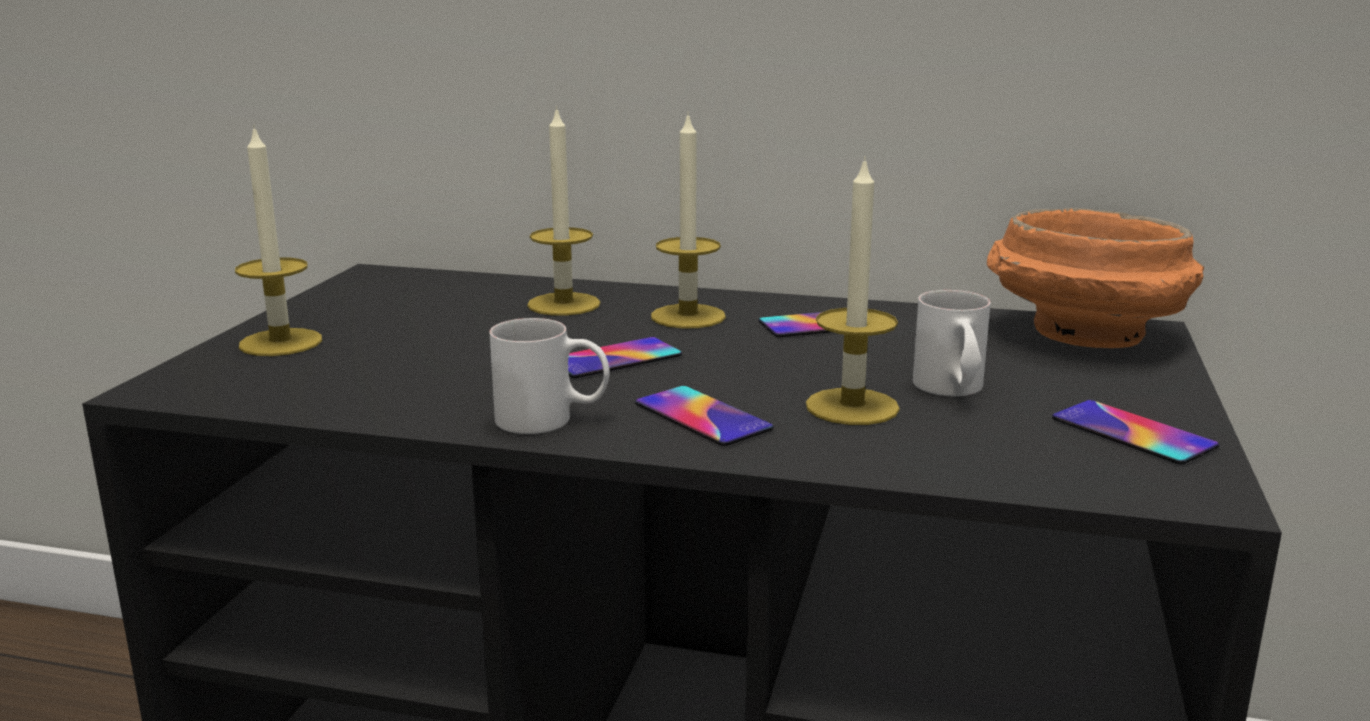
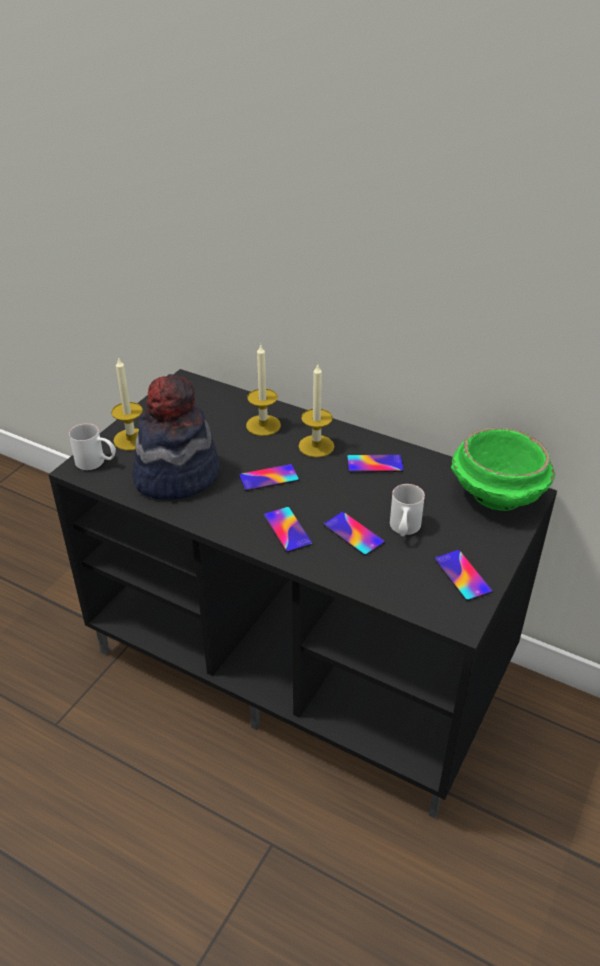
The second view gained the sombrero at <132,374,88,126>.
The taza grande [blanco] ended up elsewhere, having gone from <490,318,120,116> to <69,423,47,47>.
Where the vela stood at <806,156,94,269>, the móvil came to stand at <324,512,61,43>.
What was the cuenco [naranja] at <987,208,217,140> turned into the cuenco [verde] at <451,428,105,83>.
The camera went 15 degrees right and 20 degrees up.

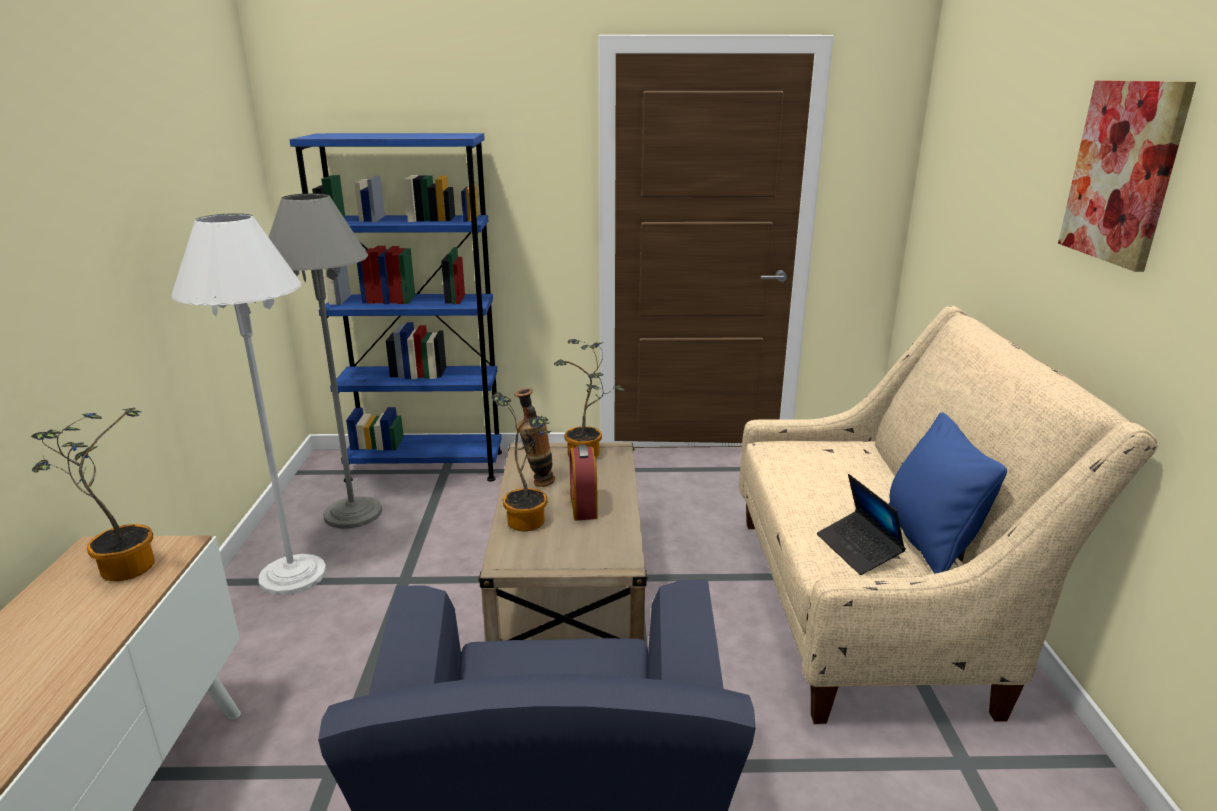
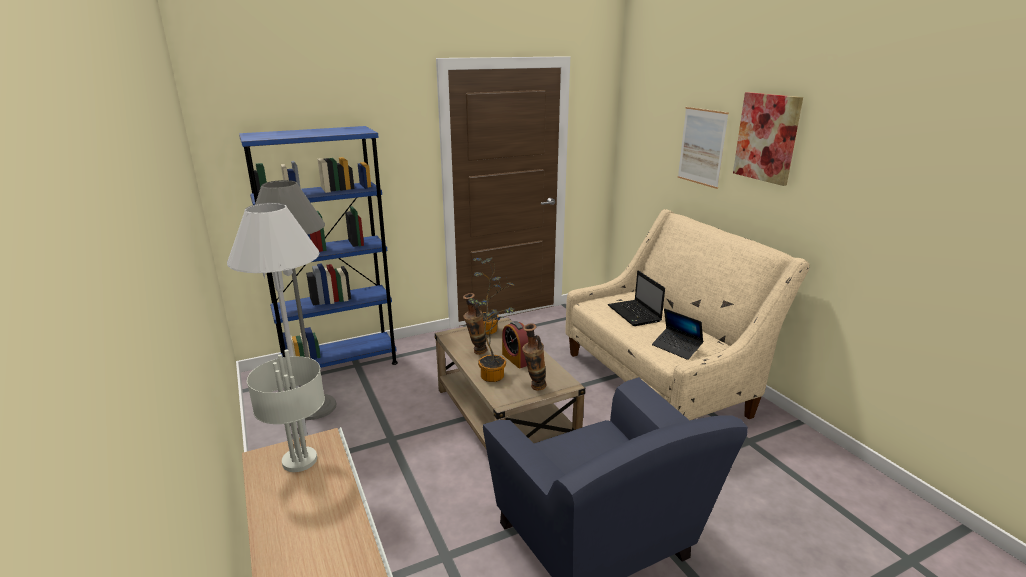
The second view lost the cojín [azul] at <889,412,118,162>.
The second view gained the florero at <522,324,24,67>.
The second view gained the portátil at <608,270,57,56>.
The second view gained the cuadro at <678,107,51,82>.
Where the planta en maceta stood at <31,408,124,173>, the lámpara de mesa [gris] came to stand at <247,350,78,122>.
The camera went 25 degrees left and 0 degrees up.

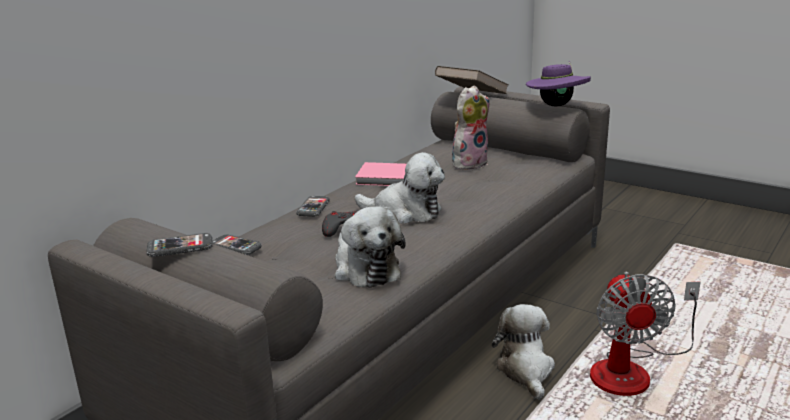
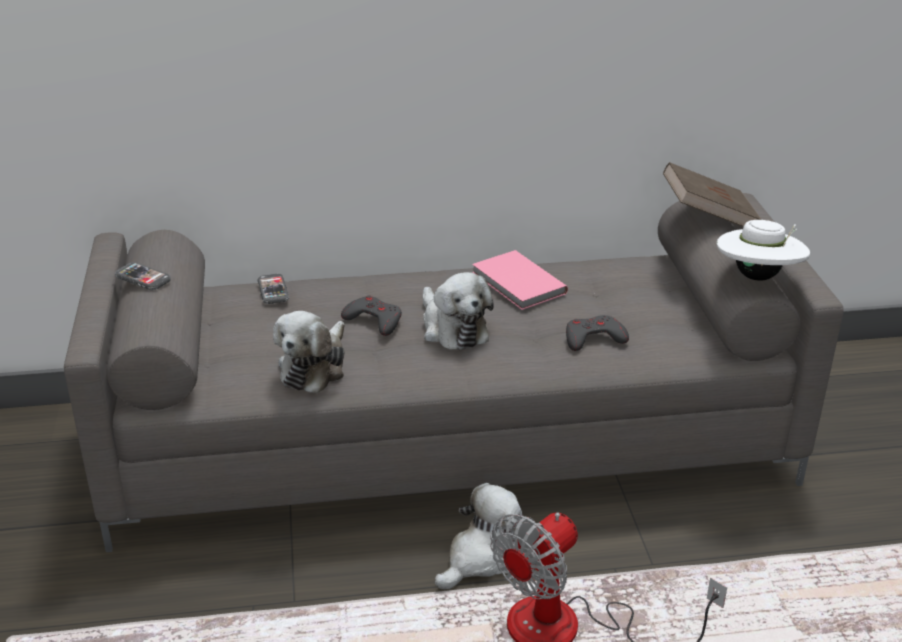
The second view lost the móvil at <296,196,34,21>.
The second view lost the peluche at <452,86,38,84>.
The second view gained the mando de consola [gris] at <566,315,63,36>.
What was the sombrero [morado] at <526,61,65,46> turned into the sombrero [blanco] at <717,220,93,61>.
The camera went 45 degrees right and 10 degrees up.

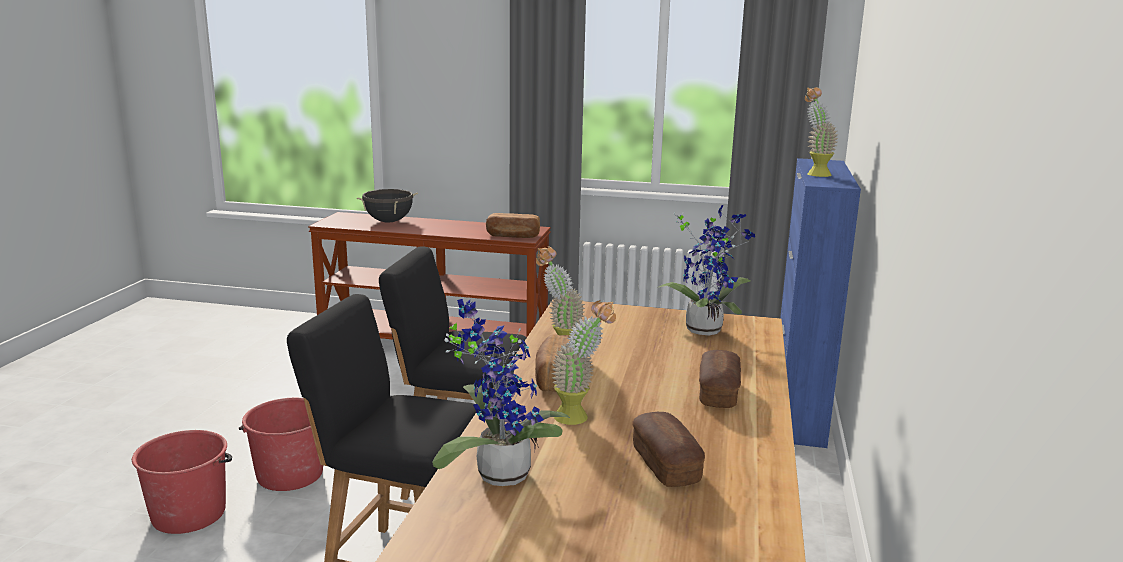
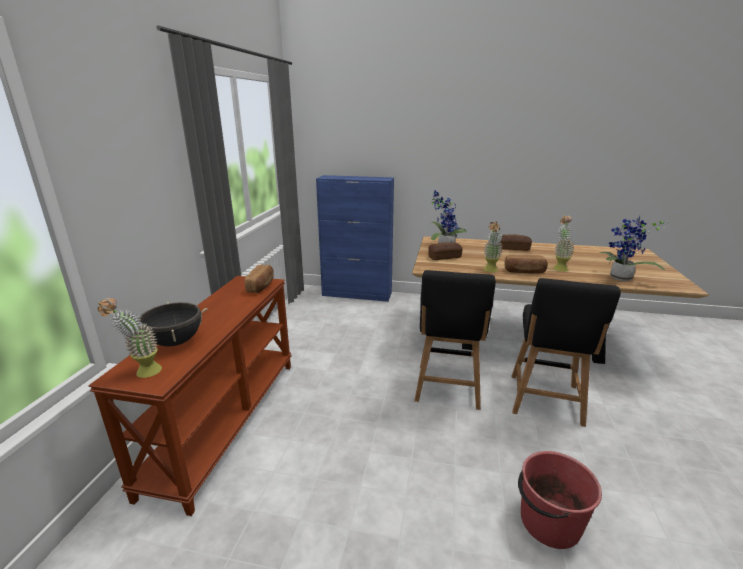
The second view lost the cubo [rojo] at <239,398,84,93>.
The pan ended up elsewhere, having gone from <632,412,73,75> to <428,242,35,18>.
The planta en maceta ended up elsewhere, having gone from <805,87,33,90> to <98,298,64,80>.
The camera went 90 degrees left and 5 degrees up.

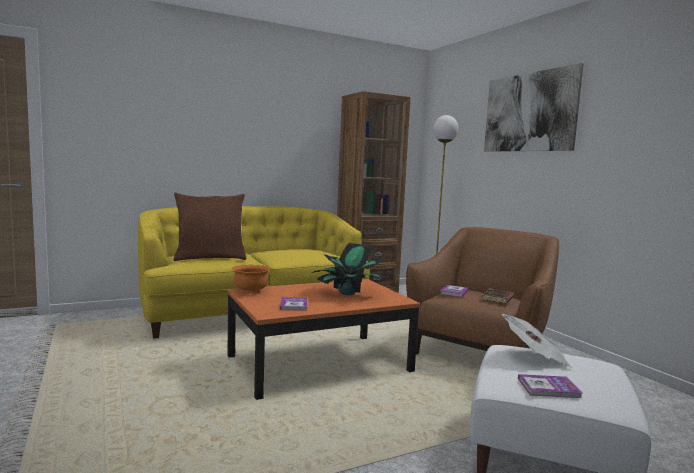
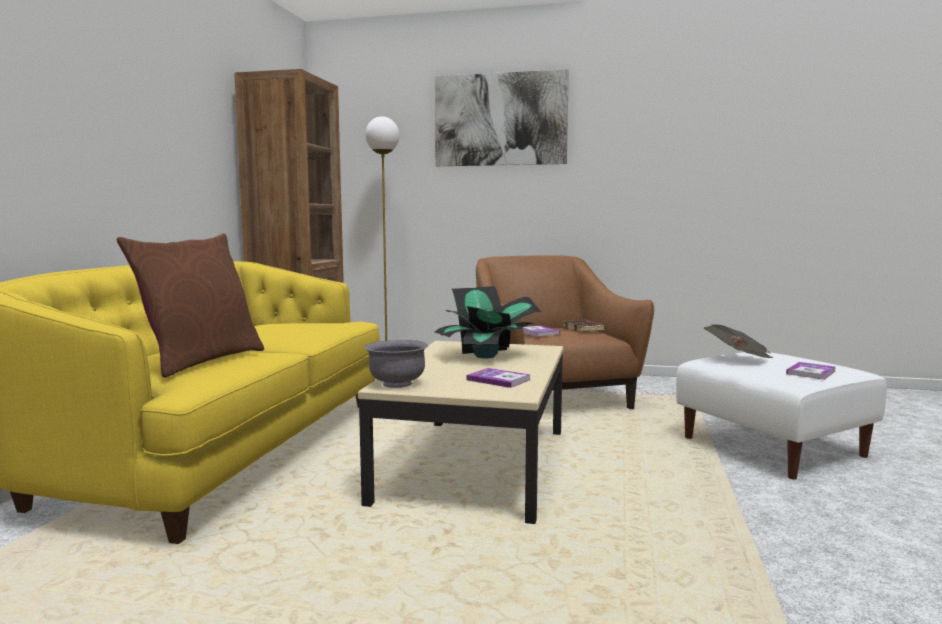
What was the mesa de centro [naranja] at <227,279,193,121> turned into the mesa de centro [beis] at <358,341,205,183>.
What was the cuenco [naranja] at <232,265,38,29> turned into the cuenco [gris] at <364,340,65,48>.
The camera went 50 degrees left and 0 degrees up.

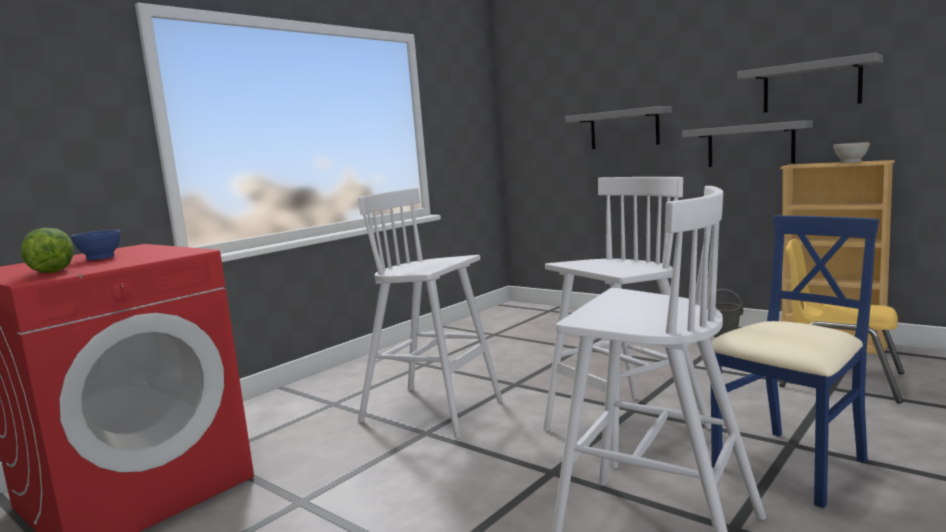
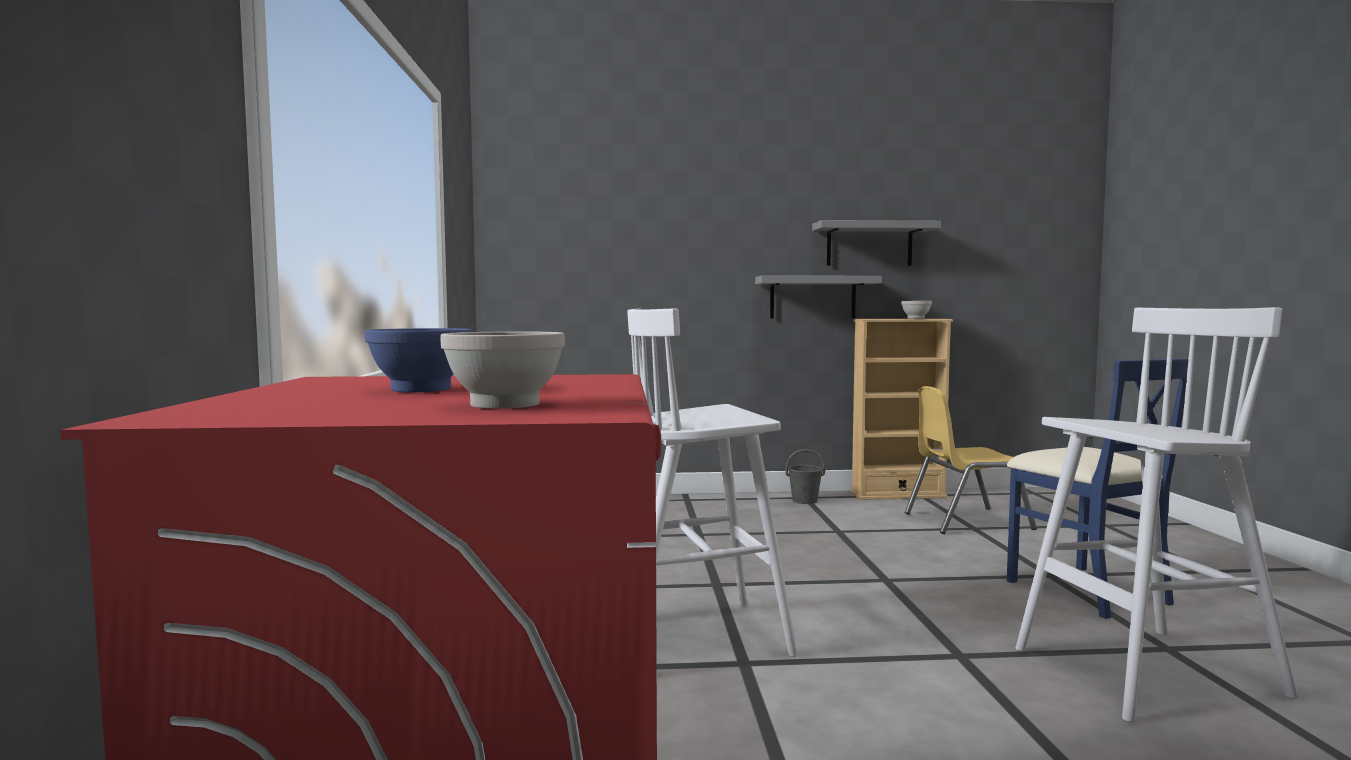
The second view lost the taburete [blanco] at <543,177,168,292>.
The second view lost the estante [gris] at <565,106,107,43>.
Where the lechuga stood at <21,228,53,45>, the cuenco [blanco] came to stand at <440,331,125,78>.
The silla [azul] at <711,215,168,293> ended up facing another way, 150 degrees clockwise from before.
The camera went 45 degrees left and 5 degrees down.

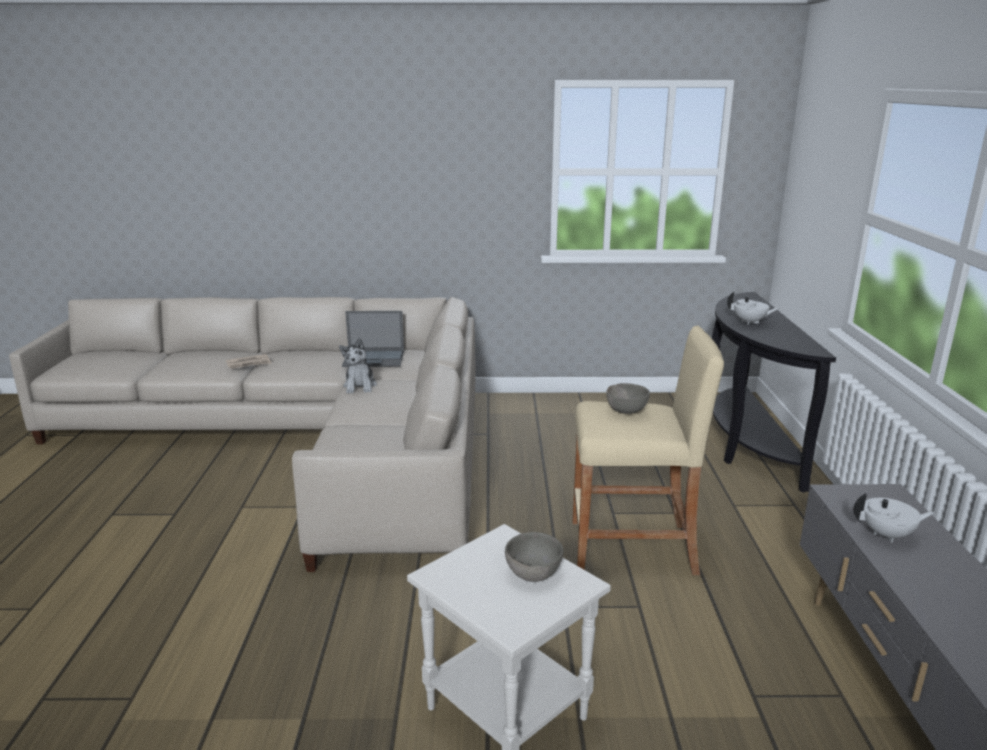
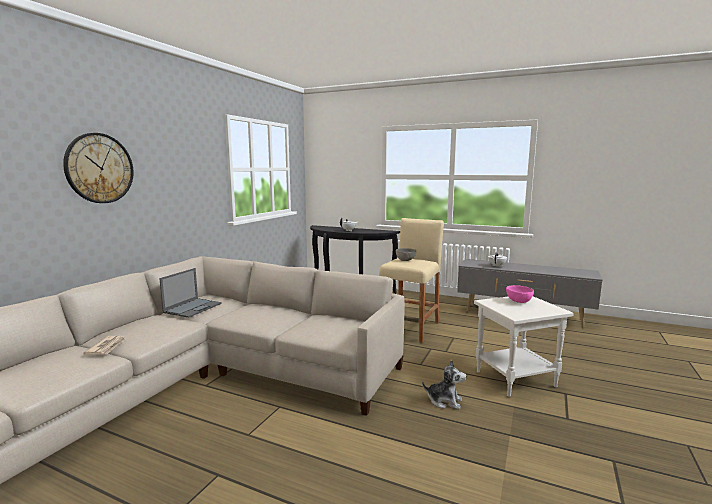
The second view gained the reloj de pared at <63,133,70,70>.
The peluche ended up elsewhere, having gone from <339,338,38,56> to <422,360,45,49>.
What was the cuenco [gris] at <505,532,58,50> turned into the cuenco [rosa] at <506,285,28,18>.
The camera went 65 degrees left and 10 degrees down.

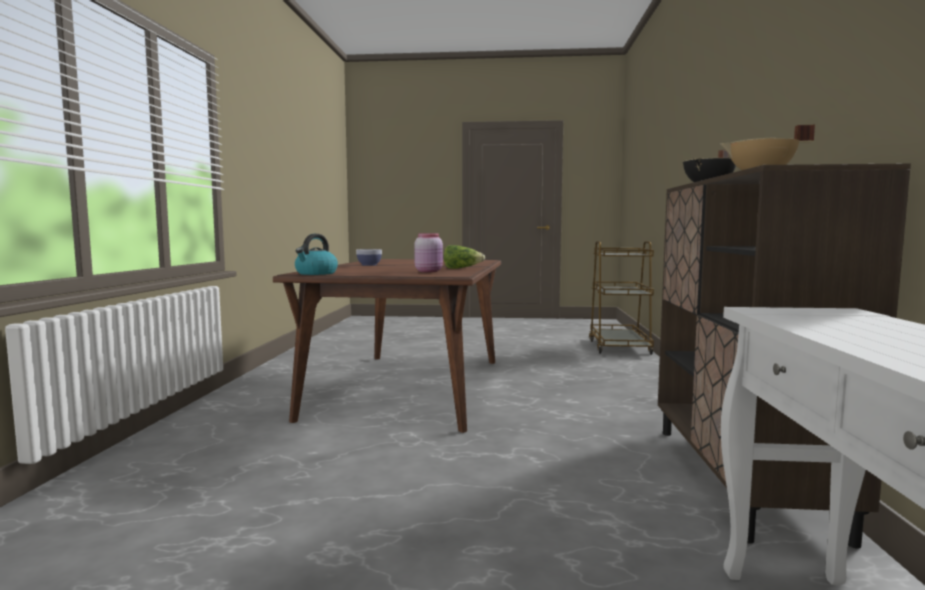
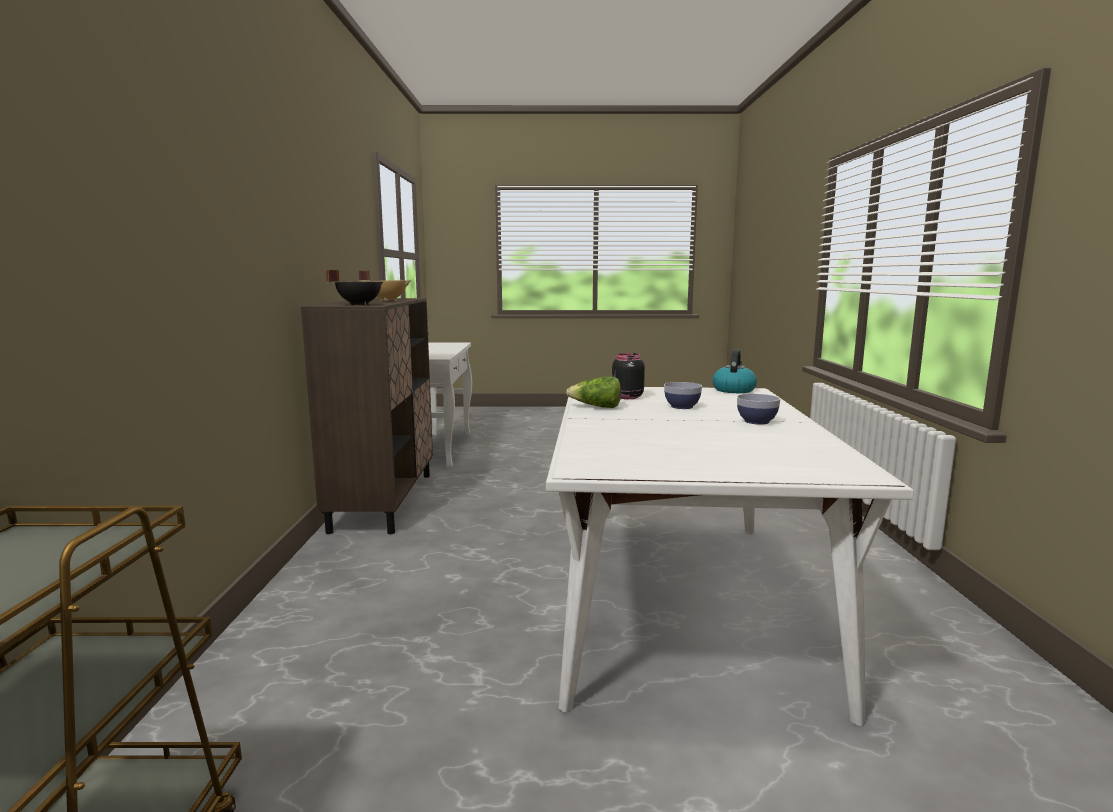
The second view gained the cuenco at <664,382,38,27>.
What was the mesa de comedor [marrón] at <273,259,228,174> turned into the mesa de comedor [blanco] at <546,387,368,339>.
What was the tarro [rosa] at <414,233,29,39> turned into the tarro [negro] at <612,353,33,46>.
The camera went 175 degrees right and 5 degrees up.

